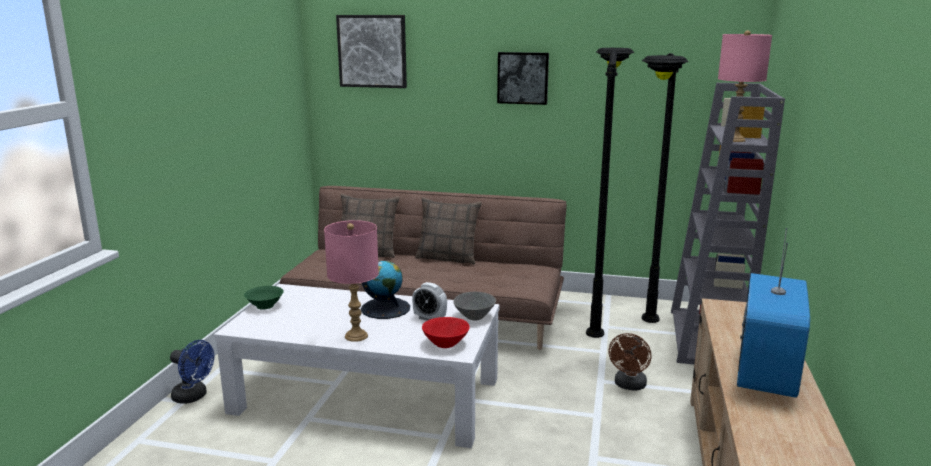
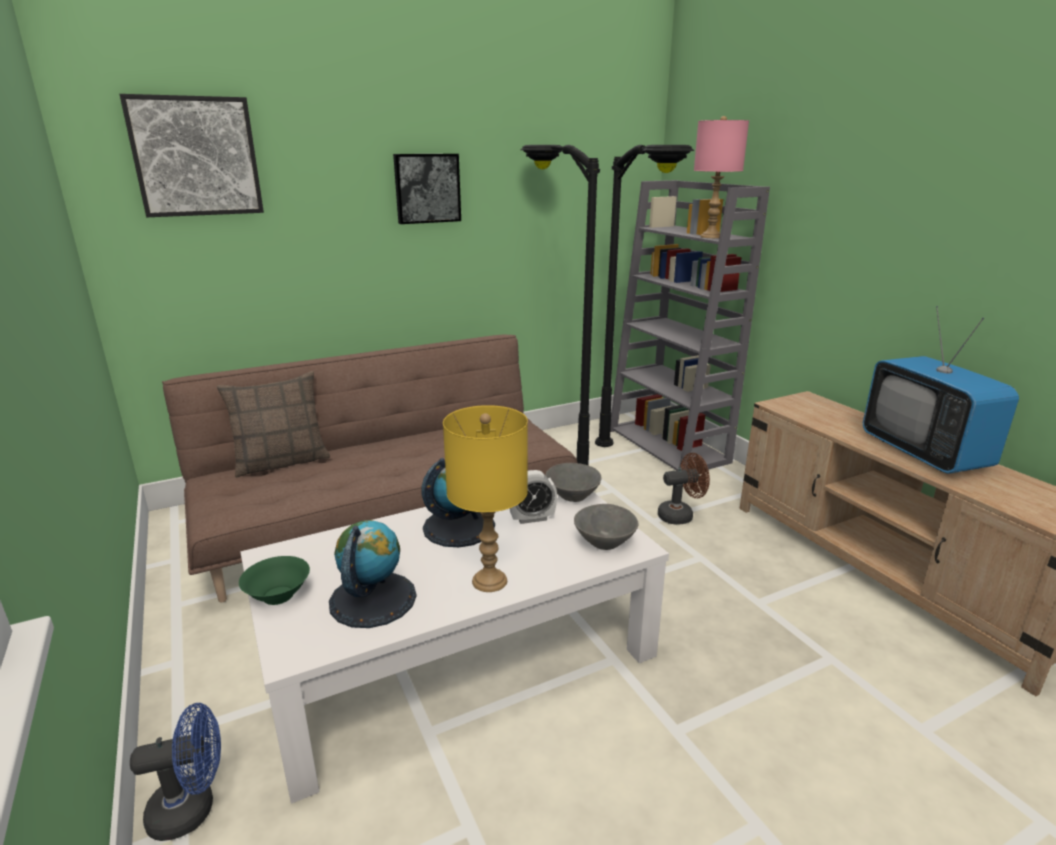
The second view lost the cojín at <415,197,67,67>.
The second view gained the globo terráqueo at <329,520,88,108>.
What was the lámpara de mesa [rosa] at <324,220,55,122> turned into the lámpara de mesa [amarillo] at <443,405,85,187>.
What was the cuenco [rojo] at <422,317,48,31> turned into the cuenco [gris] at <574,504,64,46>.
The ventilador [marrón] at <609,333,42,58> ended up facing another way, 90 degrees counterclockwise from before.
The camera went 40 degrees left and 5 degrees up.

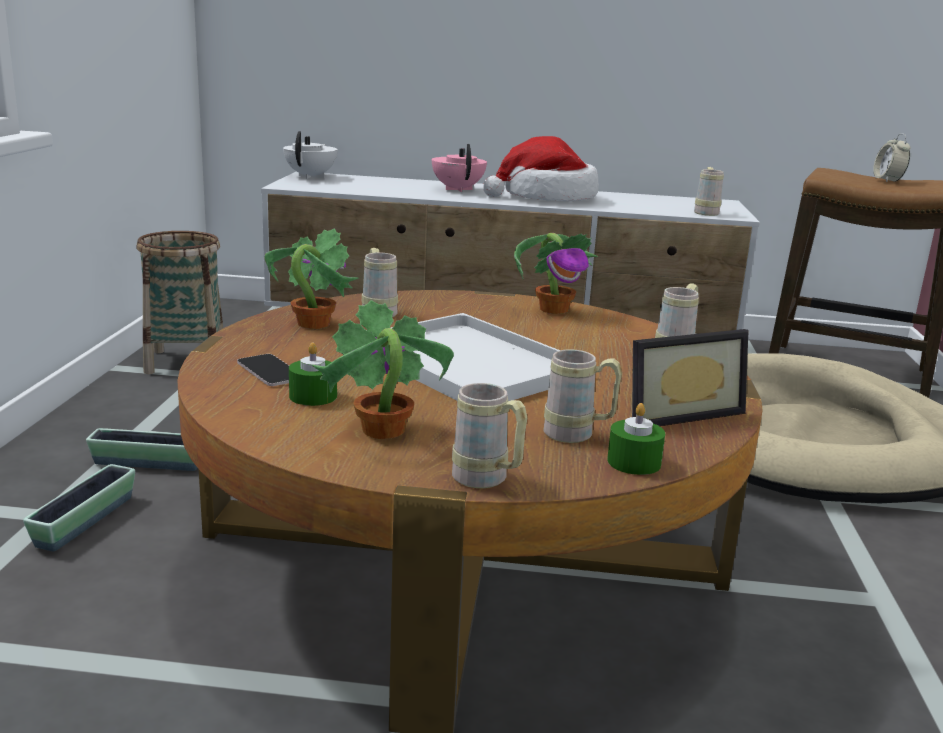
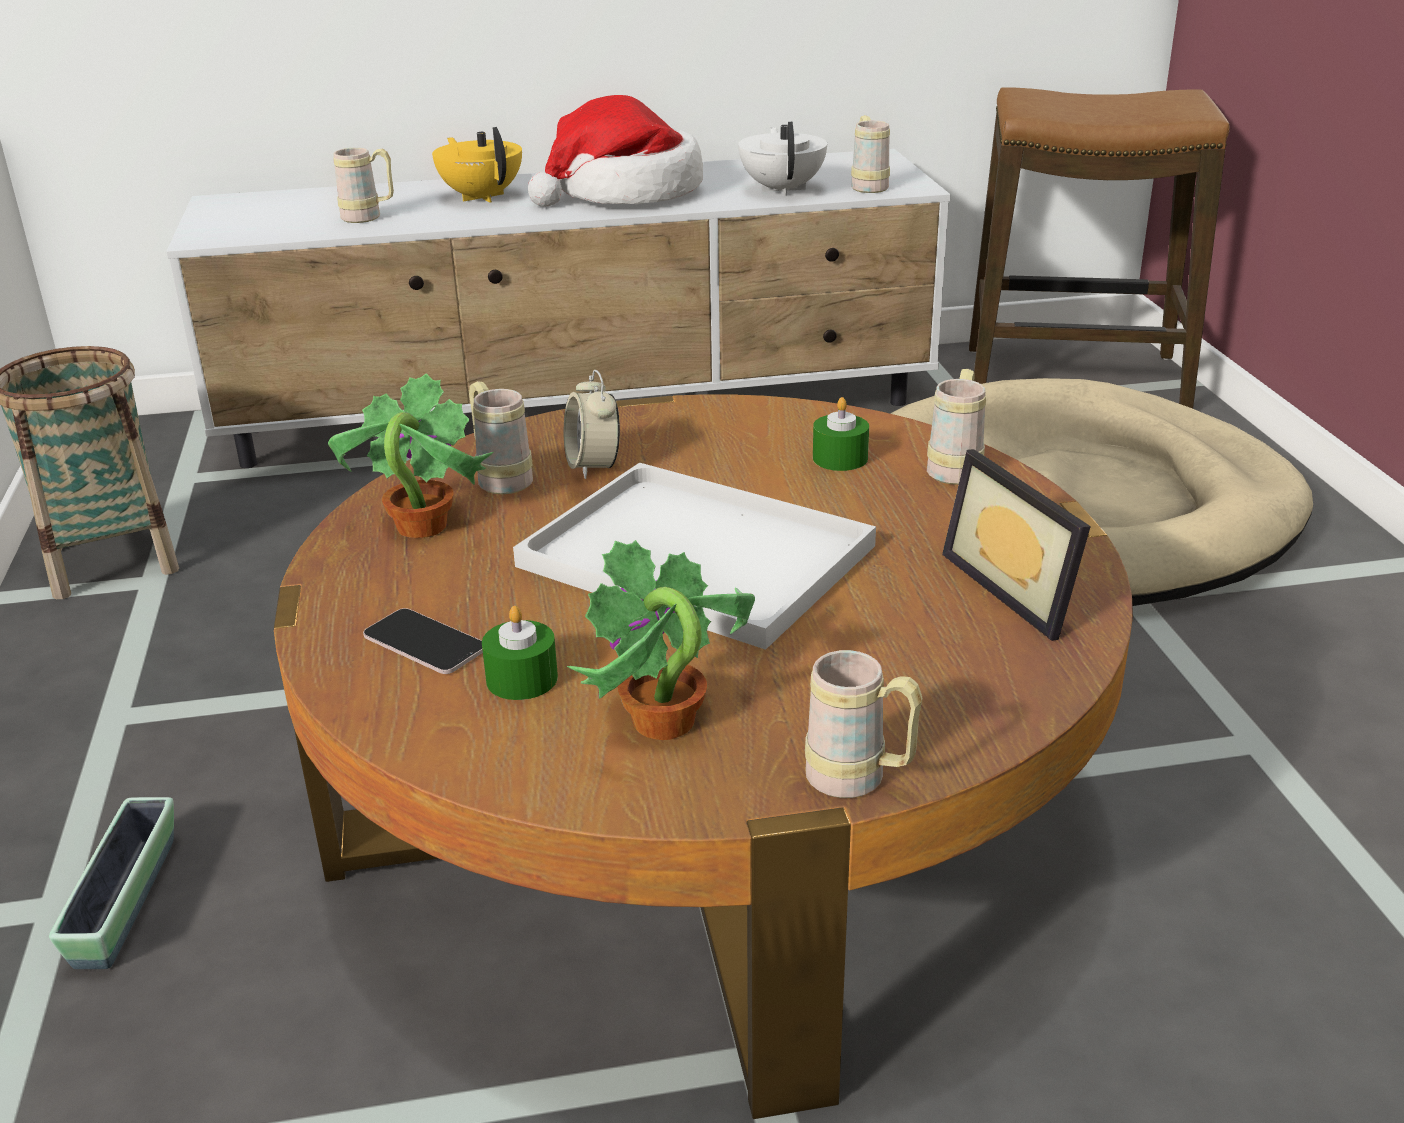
The second view lost the maceta at <86,428,111,43>.
The second view lost the planta en maceta at <514,233,84,81>.
The tetera [blanco] ended up elsewhere, having gone from <283,131,55,48> to <738,122,89,74>.
The taza grande [beis] ended up elsewhere, having gone from <543,349,79,94> to <333,148,61,75>.
The vela [verde] ended up elsewhere, having gone from <607,403,58,72> to <813,397,56,74>.
The despertador ended up elsewhere, having gone from <873,133,37,49> to <564,370,56,109>.
What was the tetera [rosa] at <432,144,55,48> turned into the tetera [amarillo] at <432,127,90,75>.
The portarretratos at <632,329,116,97> ended up facing another way, 105 degrees clockwise from before.
The camera went 15 degrees left and 10 degrees up.

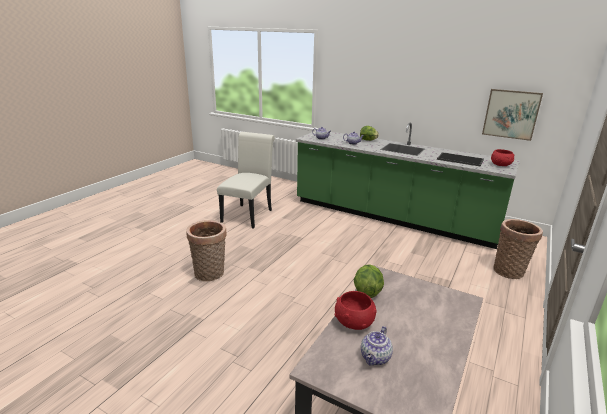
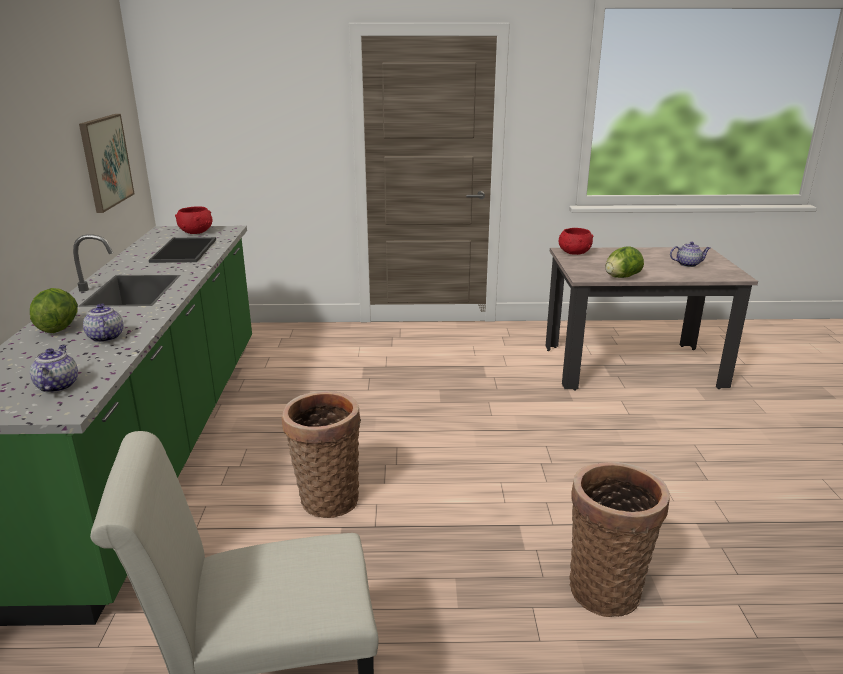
The cuenco [rojo] ended up elsewhere, having gone from <335,291,42,39> to <558,228,36,27>.
The cesta ended up elsewhere, having gone from <494,219,49,60> to <282,391,79,127>.
The camera went 120 degrees left and 0 degrees up.

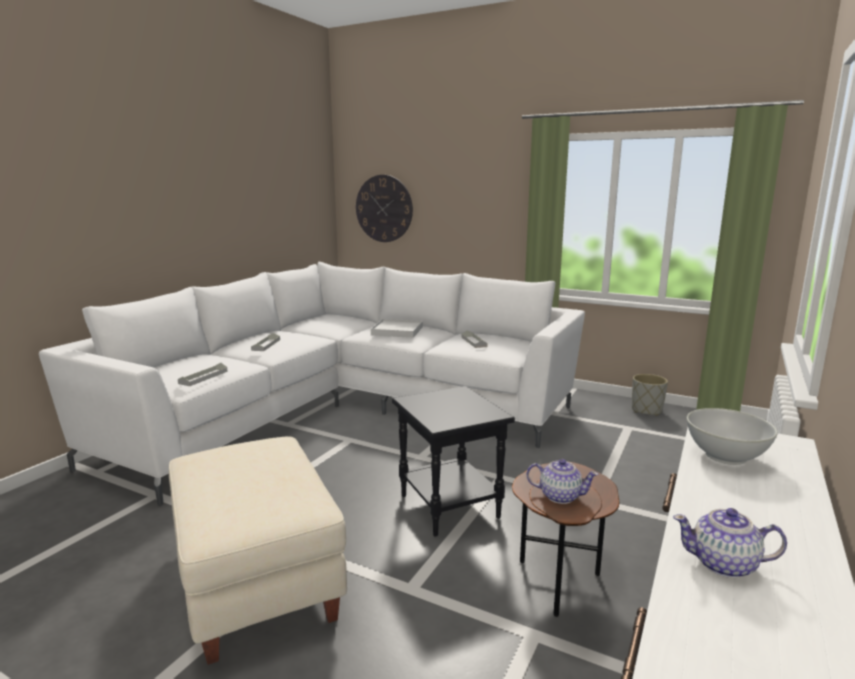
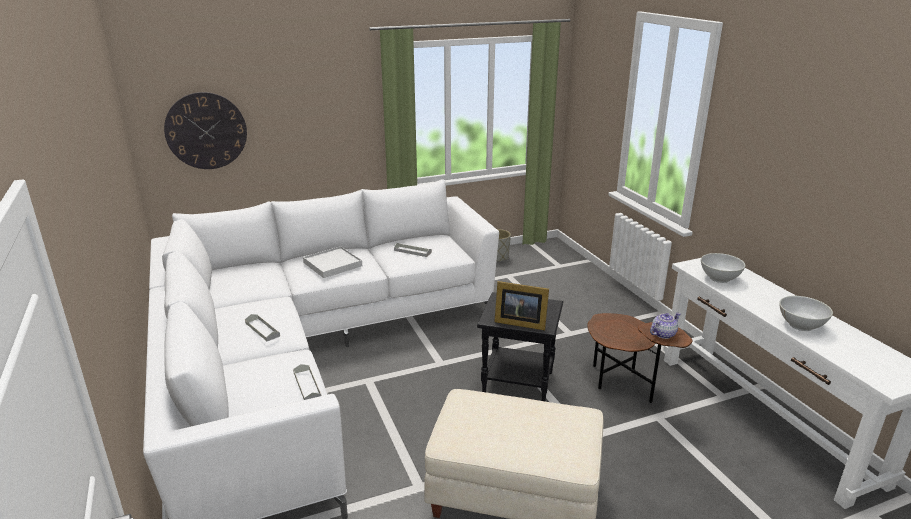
The second view gained the portarretratos at <494,281,55,49>.
Where the tetera stood at <673,508,114,70>, the cuenco [blanco] came to stand at <779,296,54,35>.
The camera went 50 degrees left and 10 degrees up.

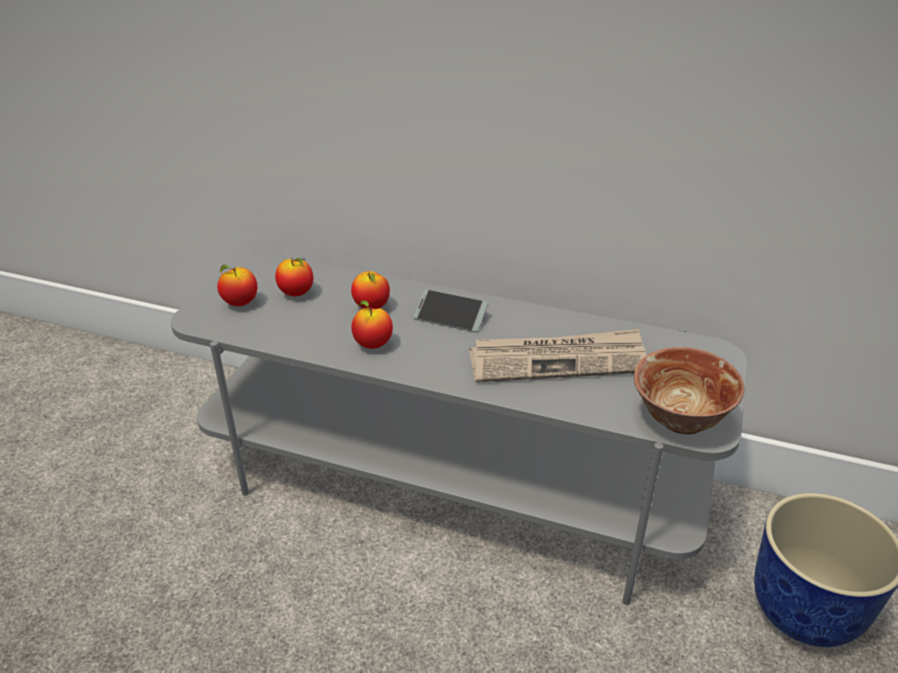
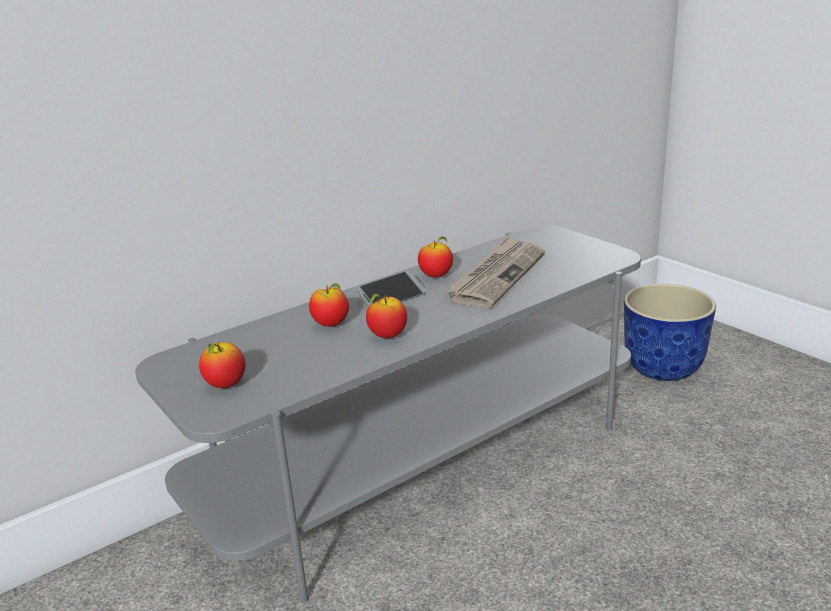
The second view lost the cuenco at <634,347,110,87>.
The manzana ended up elsewhere, having gone from <275,258,38,38> to <418,236,35,42>.
The camera went 55 degrees left and 10 degrees down.

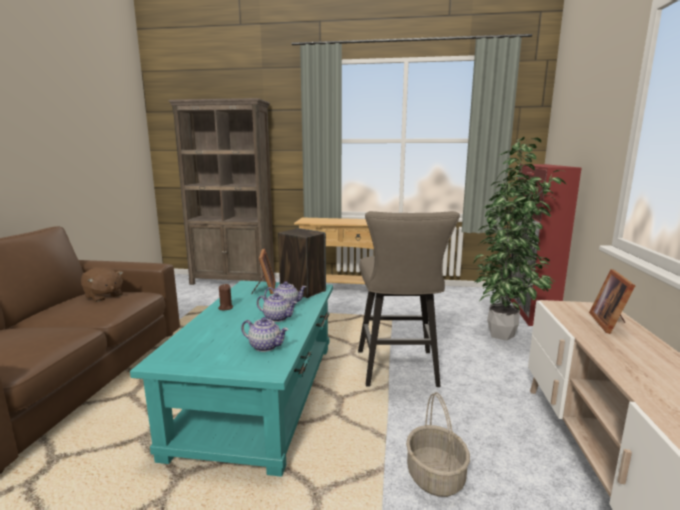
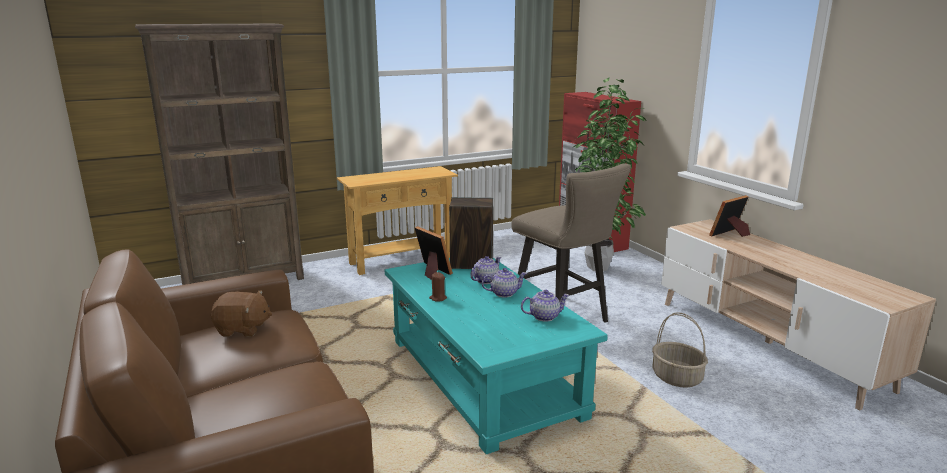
The portarretratos at <589,269,47,65> ended up facing another way, 75 degrees clockwise from before.
The camera went 35 degrees left and 5 degrees up.

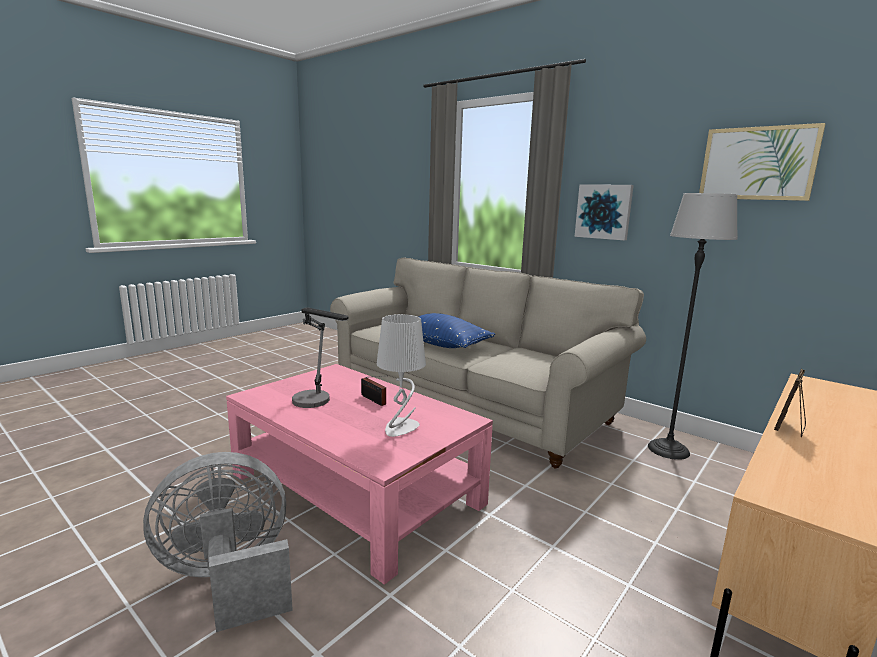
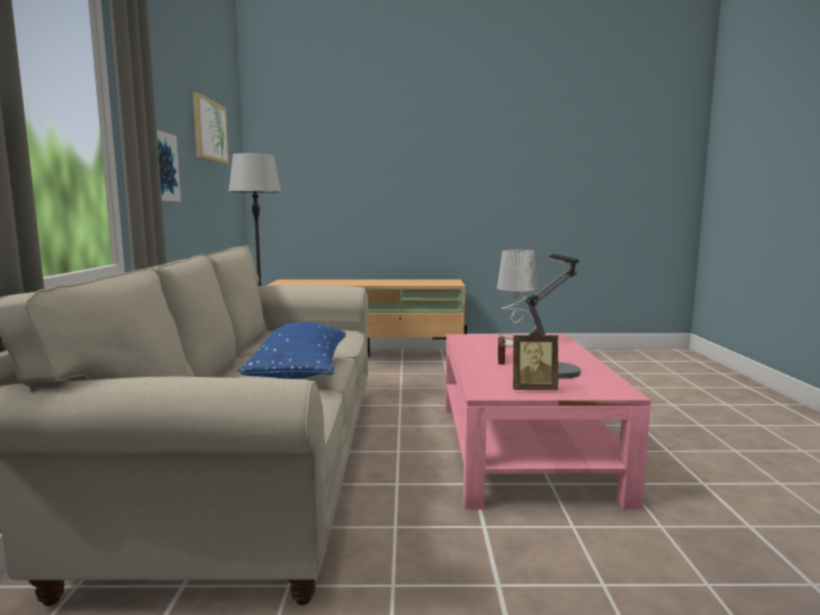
The second view lost the ventilador [gris] at <143,452,150,180>.
The portarretratos ended up elsewhere, having gone from <774,369,32,68> to <513,329,45,61>.
The camera went 130 degrees left and 5 degrees down.

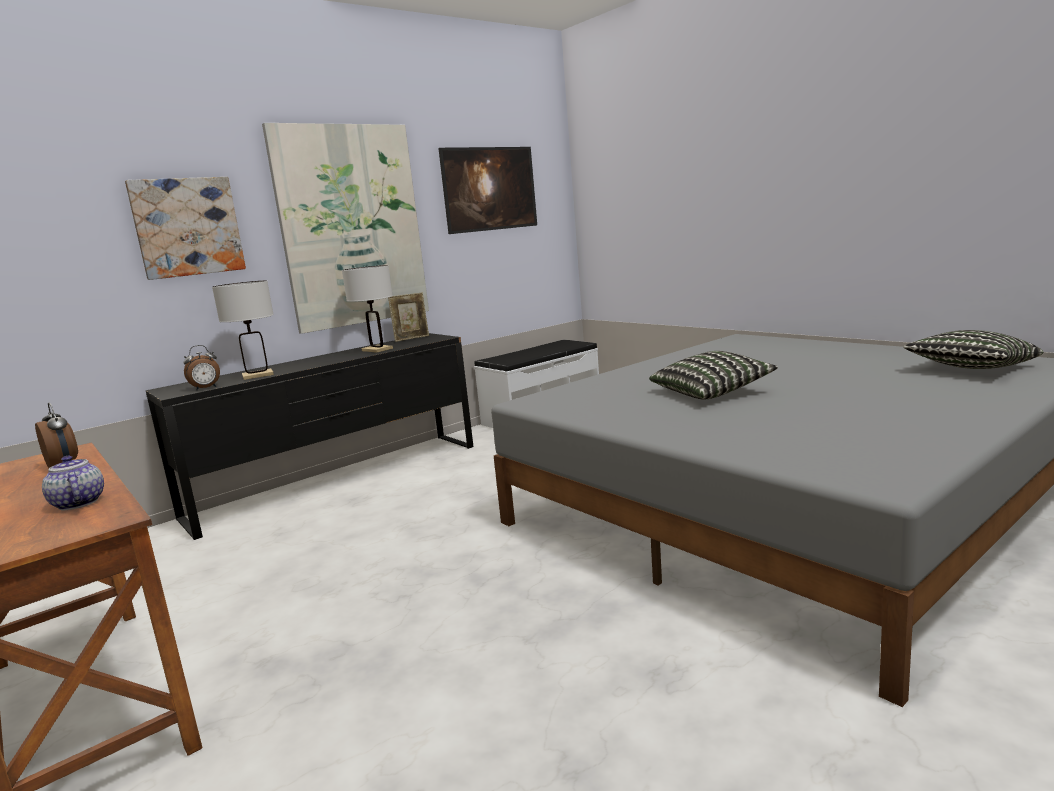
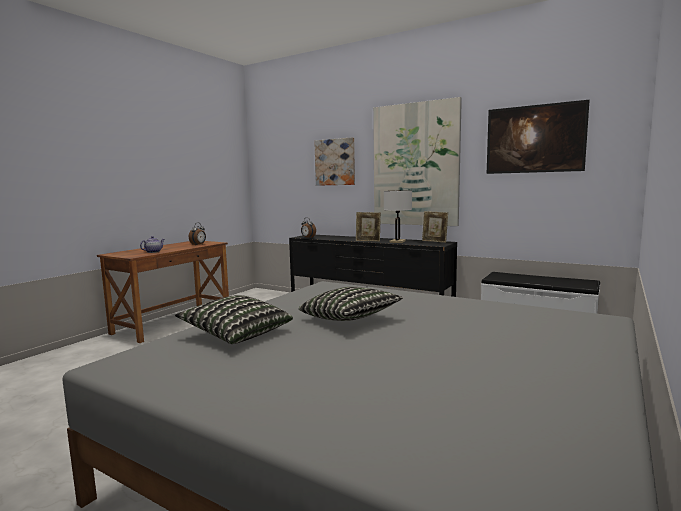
The second view lost the lámpara de mesa [blanco] at <212,280,62,100>.
The second view gained the portarretratos at <356,212,25,30>.
The cojín ended up elsewhere, having gone from <903,330,141,39> to <175,295,118,49>.
The camera went 70 degrees right and 5 degrees down.

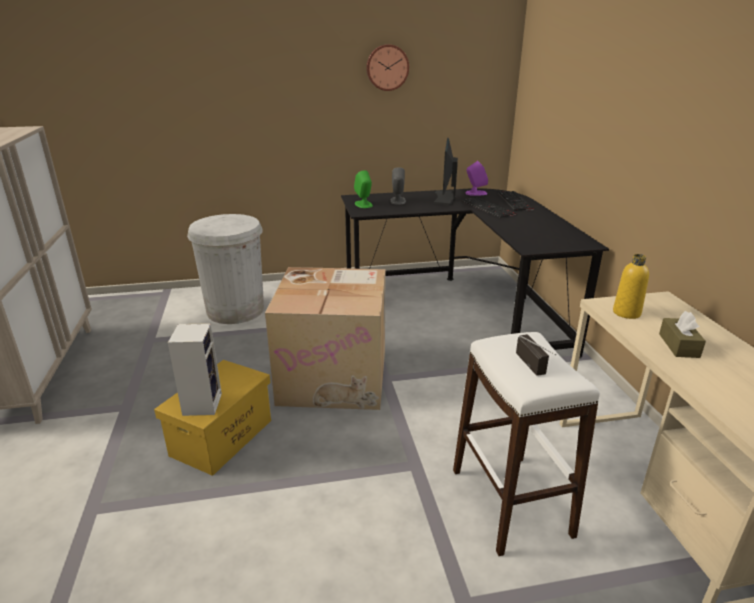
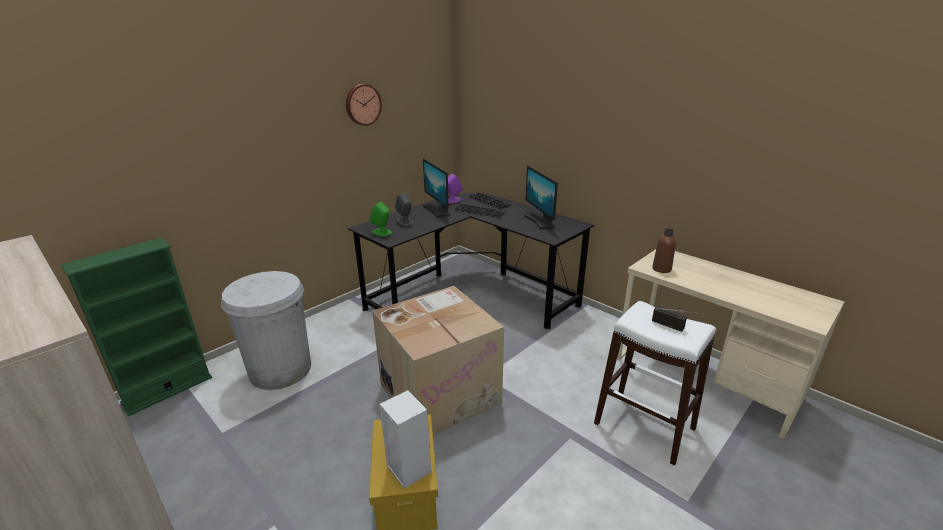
The second view lost the caja de pañuelos [marrón] at <659,311,47,47>.
The second view gained the estantería [verde] at <61,238,151,178>.
The second view gained the monitor at <523,166,35,63>.
What was the botella [amarillo] at <613,254,36,65> turned into the botella [marrón] at <652,229,24,44>.
The camera went 35 degrees left and 0 degrees up.

